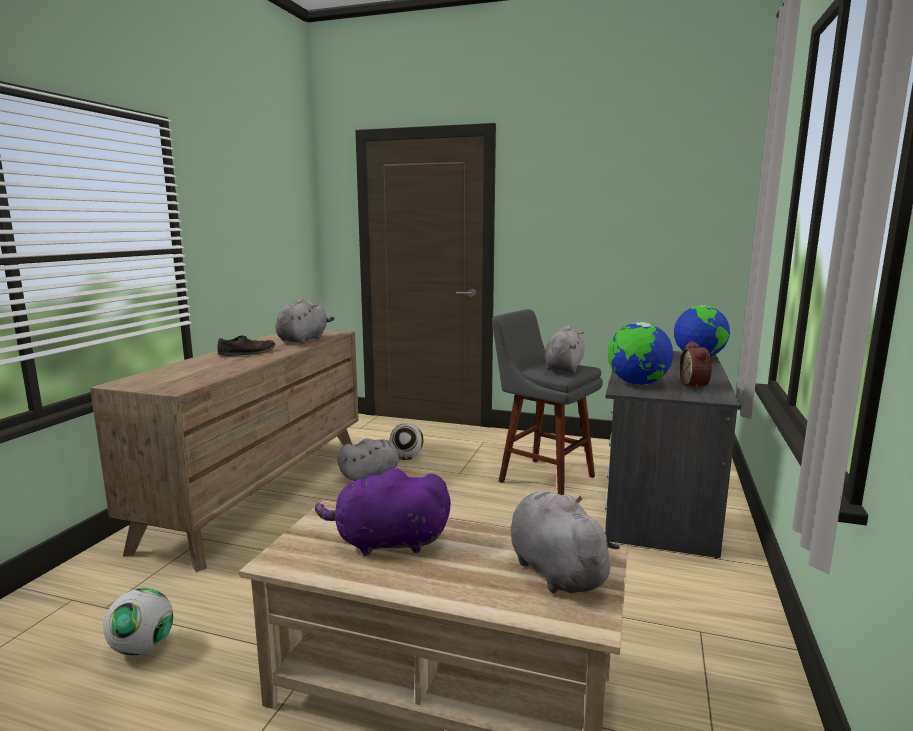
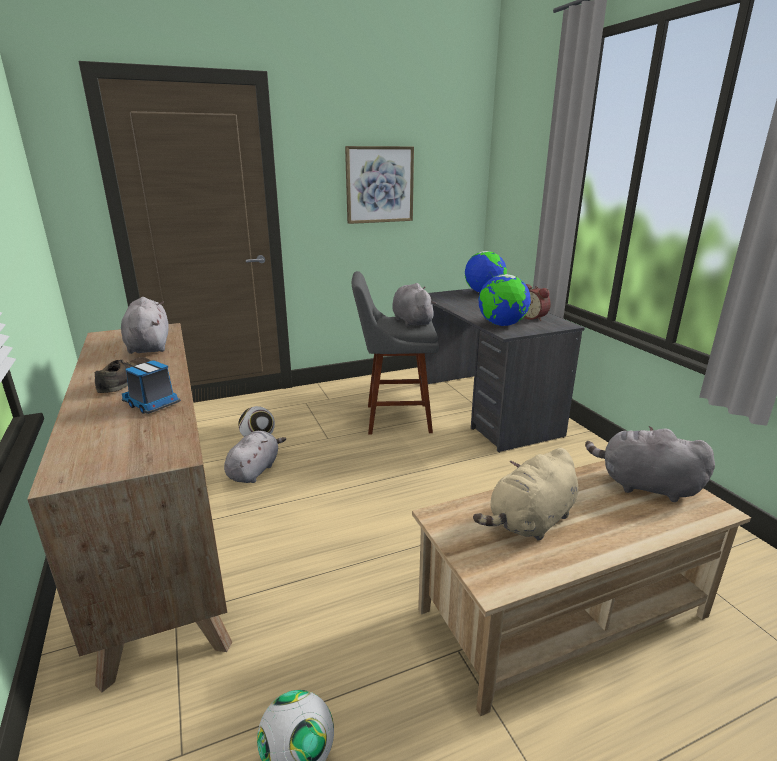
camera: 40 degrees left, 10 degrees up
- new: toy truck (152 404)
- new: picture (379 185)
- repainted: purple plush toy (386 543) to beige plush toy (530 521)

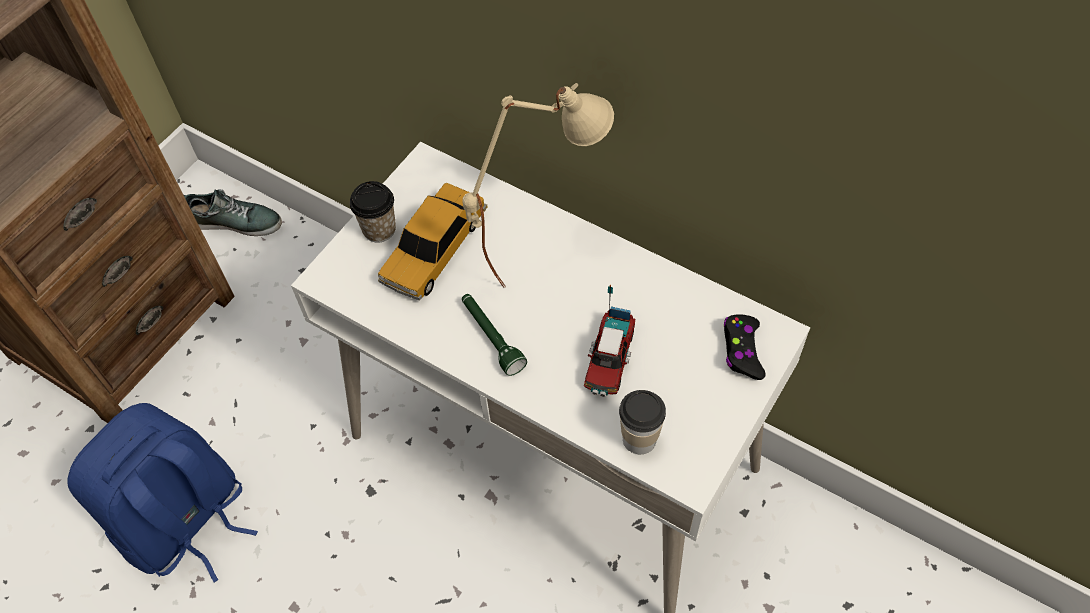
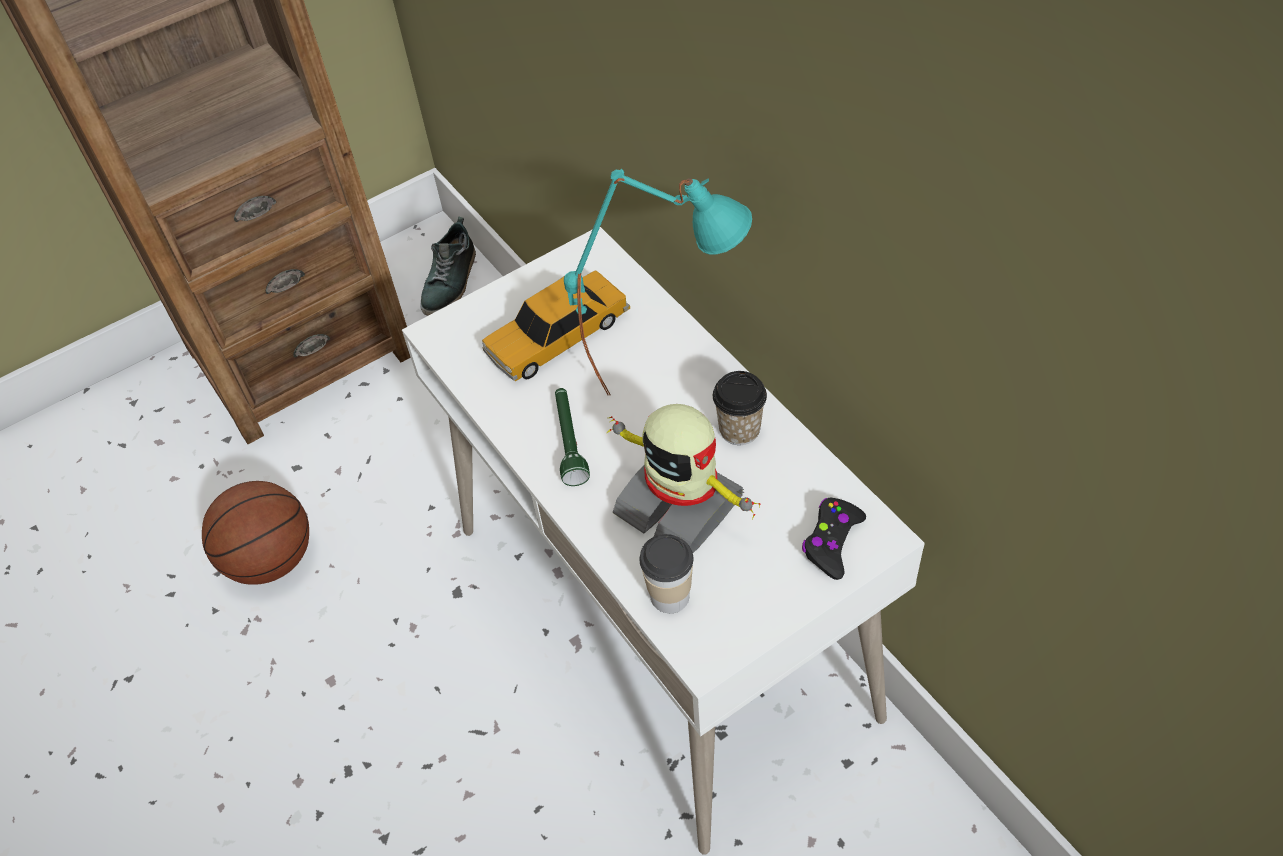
camera: 25 degrees right, 5 degrees down
- shifted: cup (379 229) to (739 430)
- swapped: blue backpack (186 522) to basketball (270 560)
- swapped: toy truck (609 359) to toy robot (680 503)
- repainted: beige table lamp (541 252) to turquoise table lamp (665 371)
- rotated: shoe (236 221) = (451 281) 75 degrees clockwise

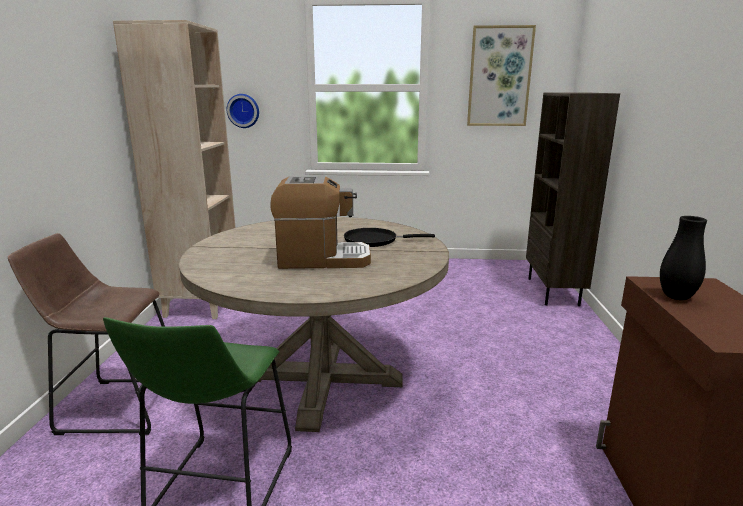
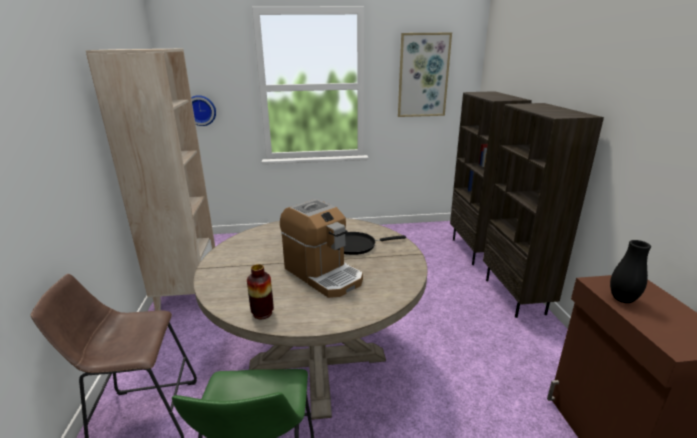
camera: 10 degrees left, 5 degrees up
- new: vase (262 313)
- new: brown bookcase (515 296)
- rotated: coffee machine (322 259) = (323 274) 60 degrees clockwise

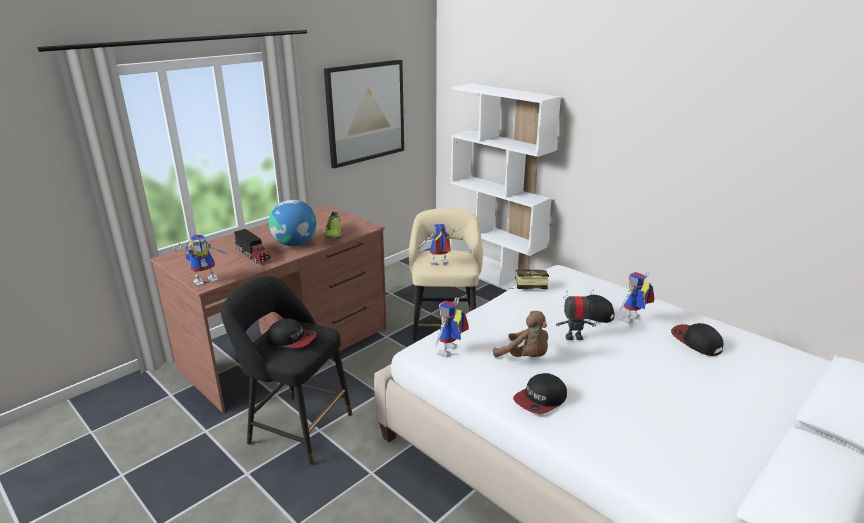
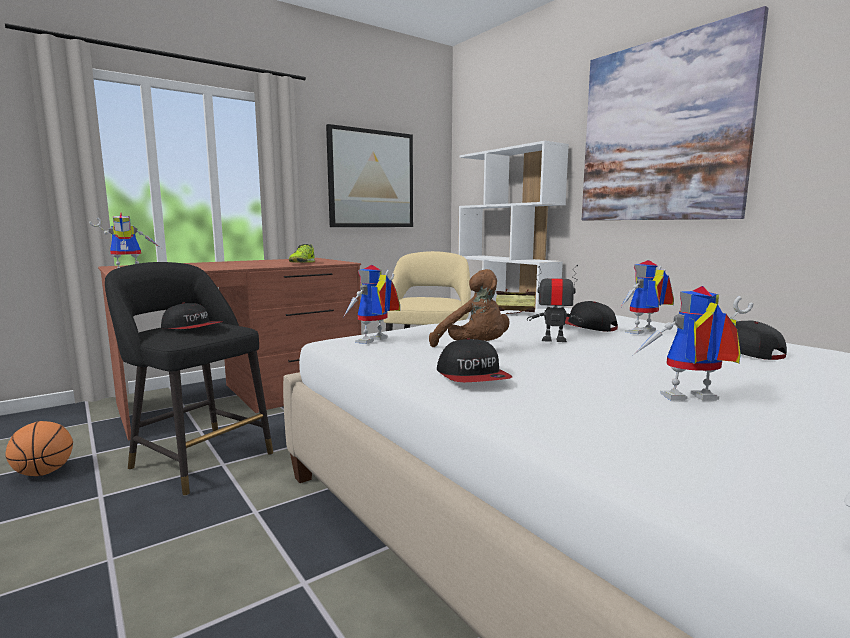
camera: 10 degrees right, 15 degrees down
- gone: toy truck (254 255)
- gone: globe (295 243)
- new: basketball (44 473)
- new: picture (661 131)
- shifted: toy robot (438 264) to (688 400)
- rotated: cap (540 399) = (473 377) 75 degrees counterclockwise

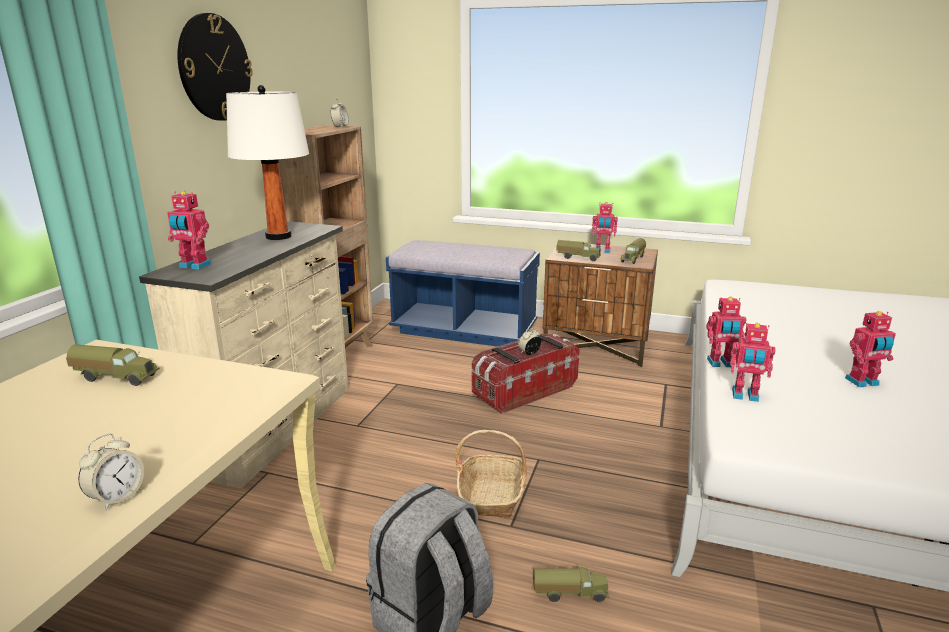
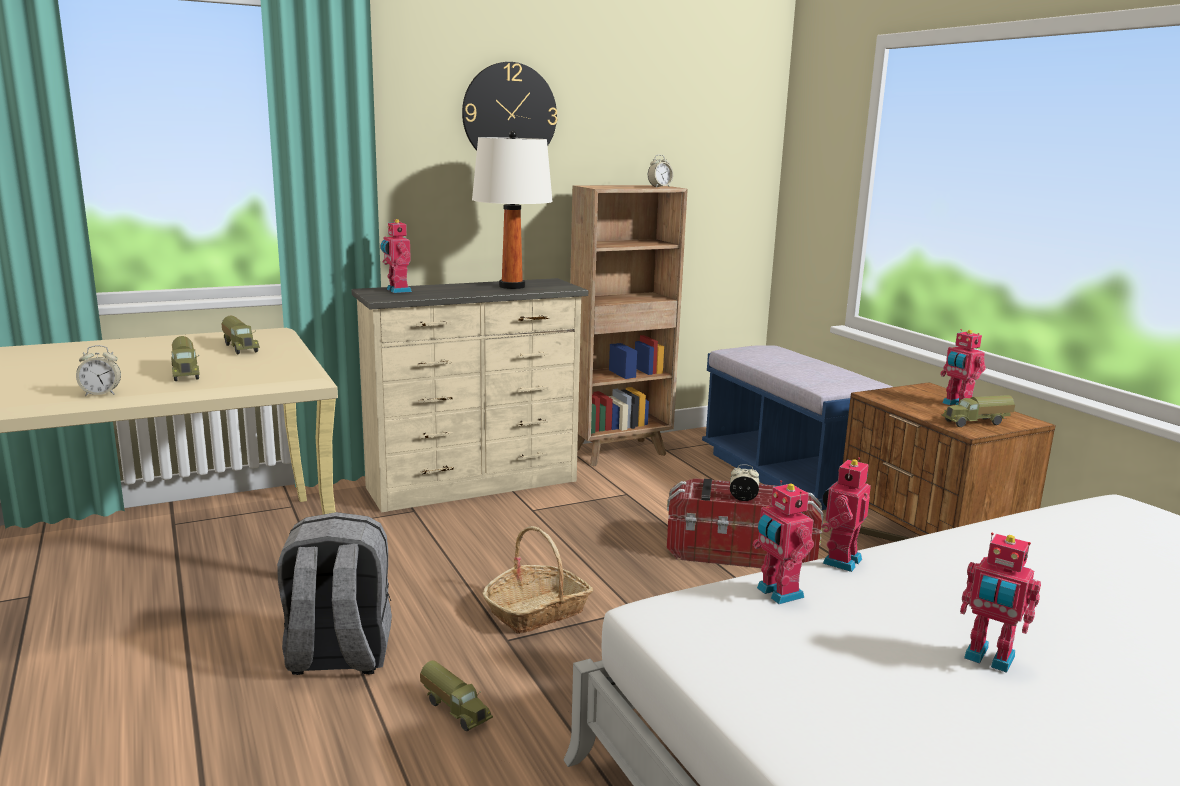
camera: 45 degrees right, 5 degrees down
- shifted: toy truck (578 258) to (186 372)
- rotated: toy robot (720 363) = (839 560) 75 degrees clockwise

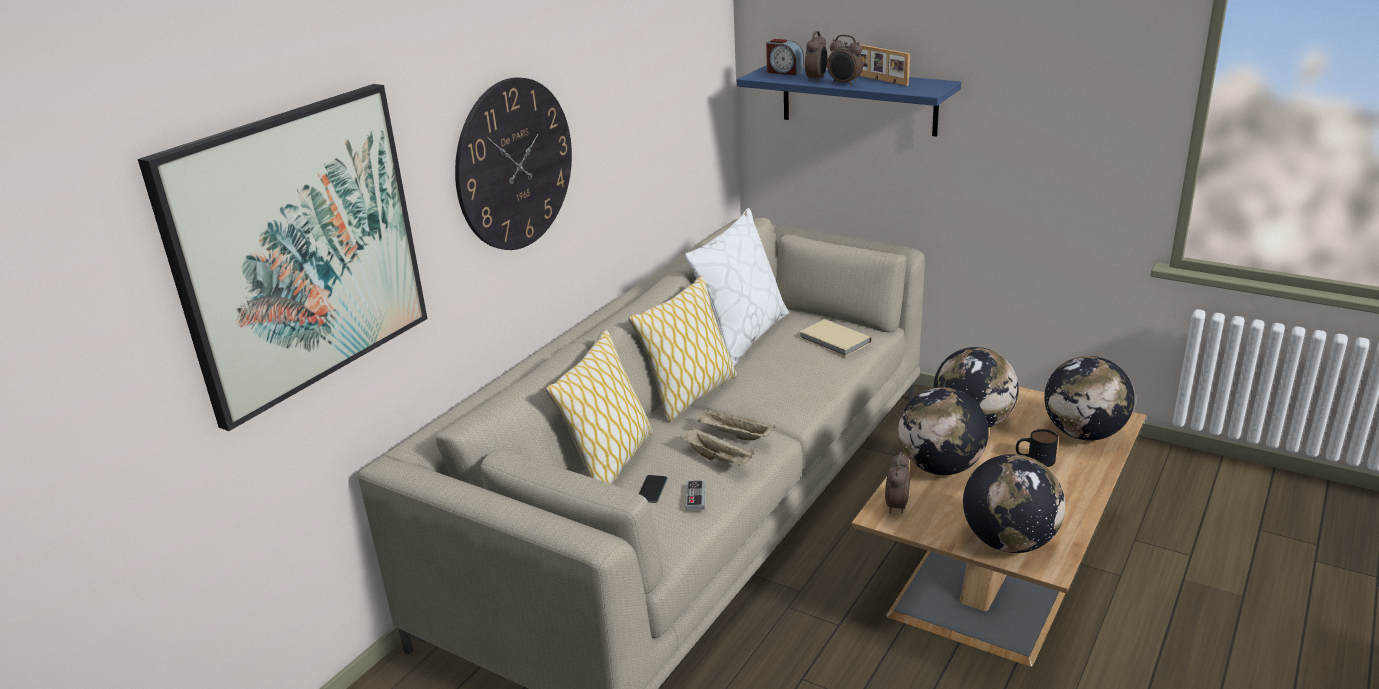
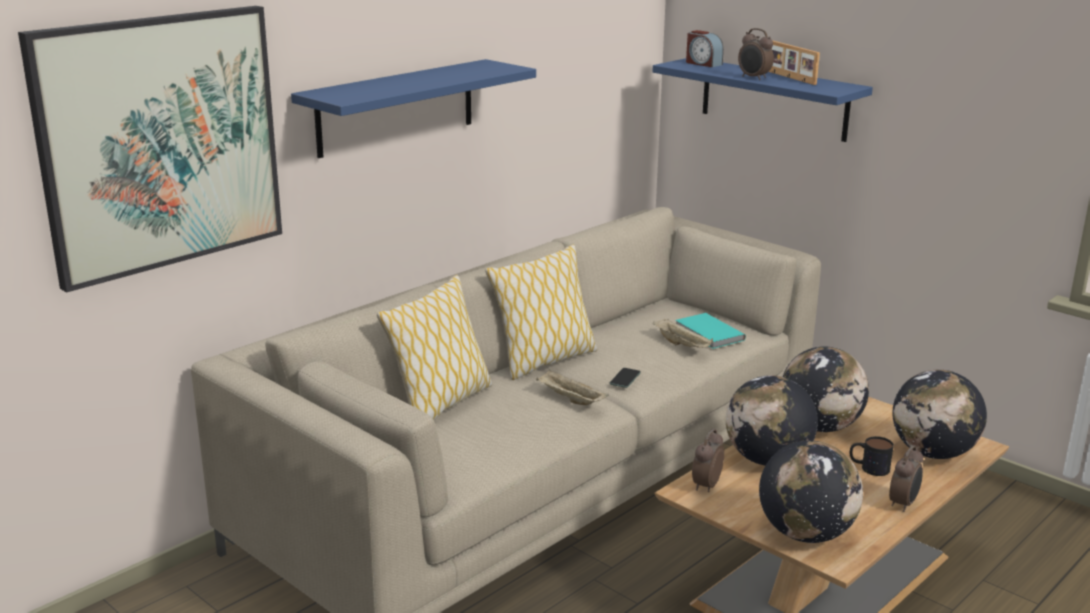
camera: 10 degrees right, 5 degrees down
- gone: white pillow (741 336)
- gone: game controller (695 497)
- shifted: phone (652 489) to (625 378)
- shifted: beige tray (718 459) to (682 345)
- shifted: alarm clock (816 79) to (903 504)
- swapped: wall clock (515 164) to blue shelf (396 107)
- repainted: beige book (834 341) to turquoise book (708 334)

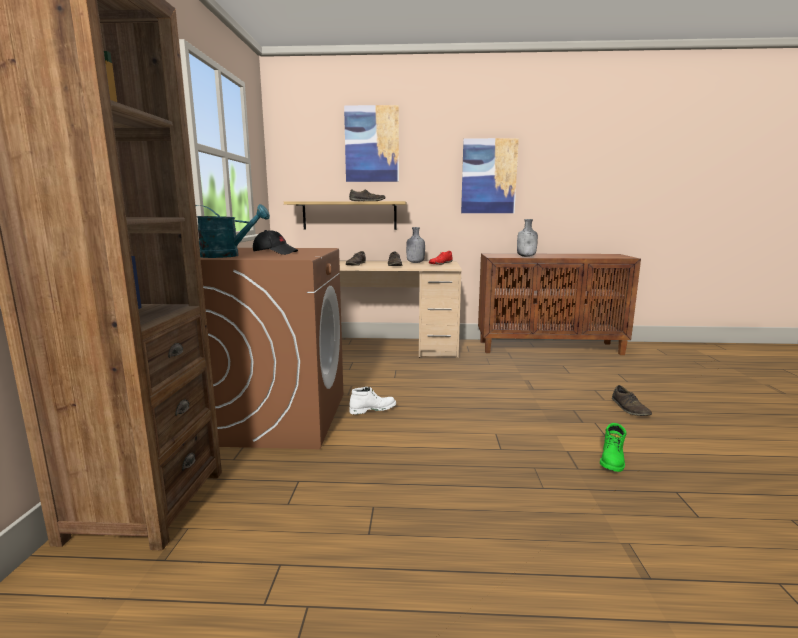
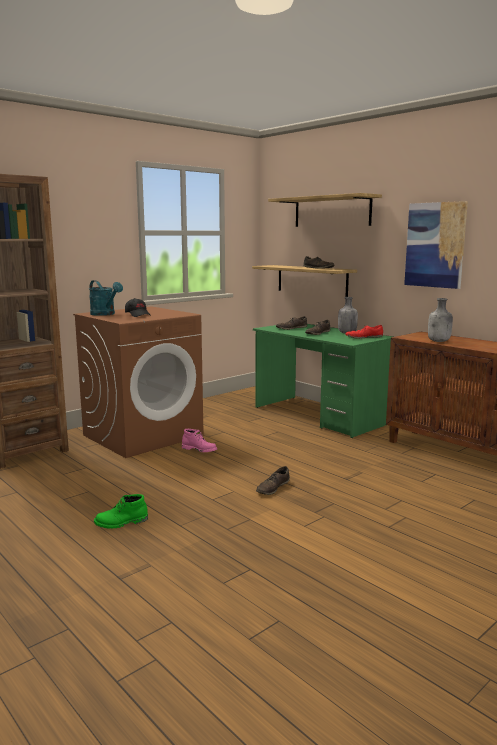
camera: 45 degrees right, 0 degrees up
- shifted: green boot (612 460) to (121 523)
- shifted: brown shoe (630 408) to (273 488)
- swapped: picture (372 144) to shelf (332 211)
- repainted: beige desk (393 348) to green desk (319 415)
- repainted: white boot (373 409) to pink boot (199 450)

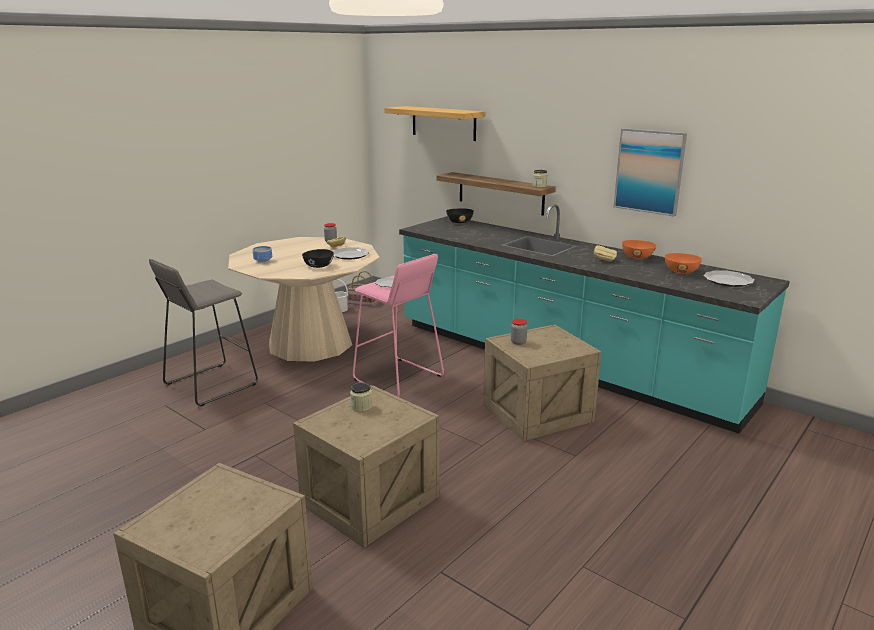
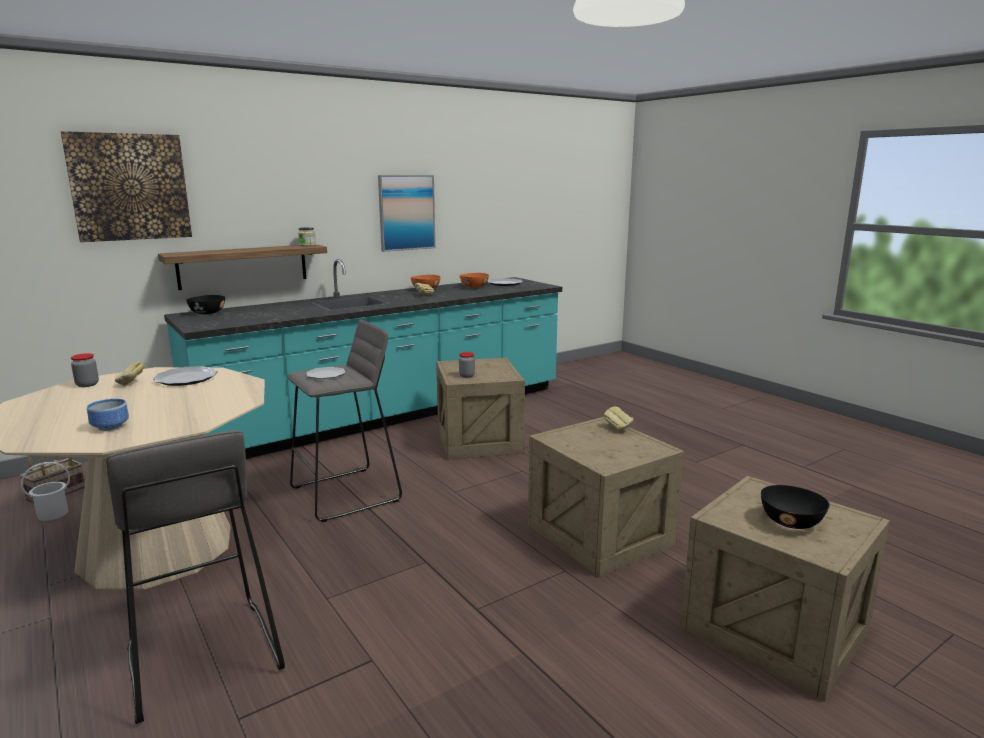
camera: 75 degrees left, 5 degrees down
- gone: jar (361 406)
- new: bread (618 428)
- shifted: black bowl (318 266) to (791 522)
- swapped: shelf (443 123) to picture (129 187)
- repainted: pink stool (397 378) to grey stool (346 494)

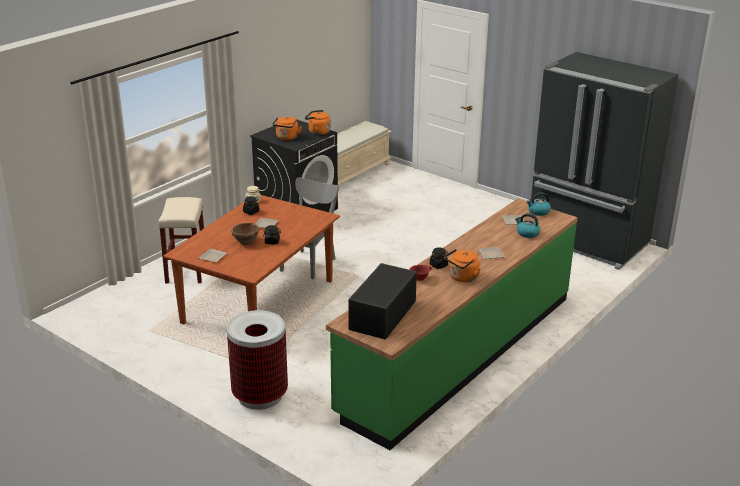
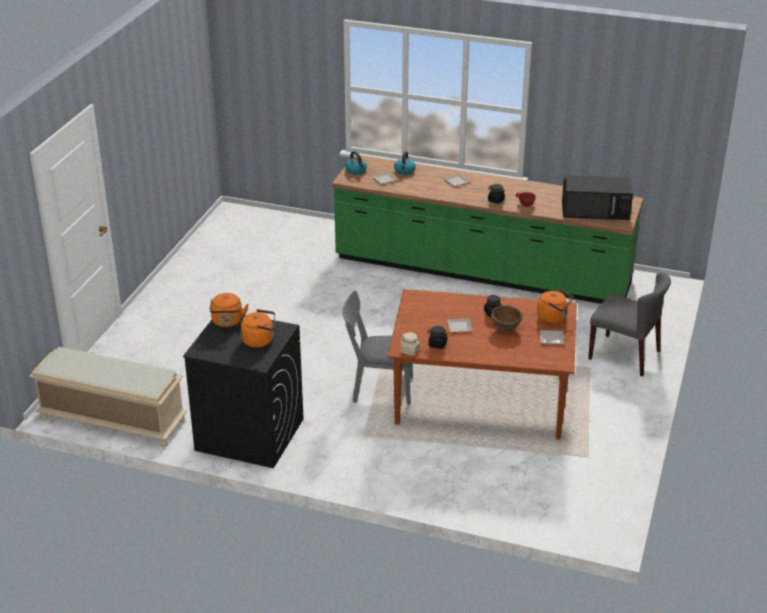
camera: 110 degrees left, 5 degrees up
- gone: beige stool (186 271)
- gone: black fridge (587 243)
- shifted: orange kettle (462 278) to (553 318)
- swapped: trash can (259 395) to grey chair (625 355)

